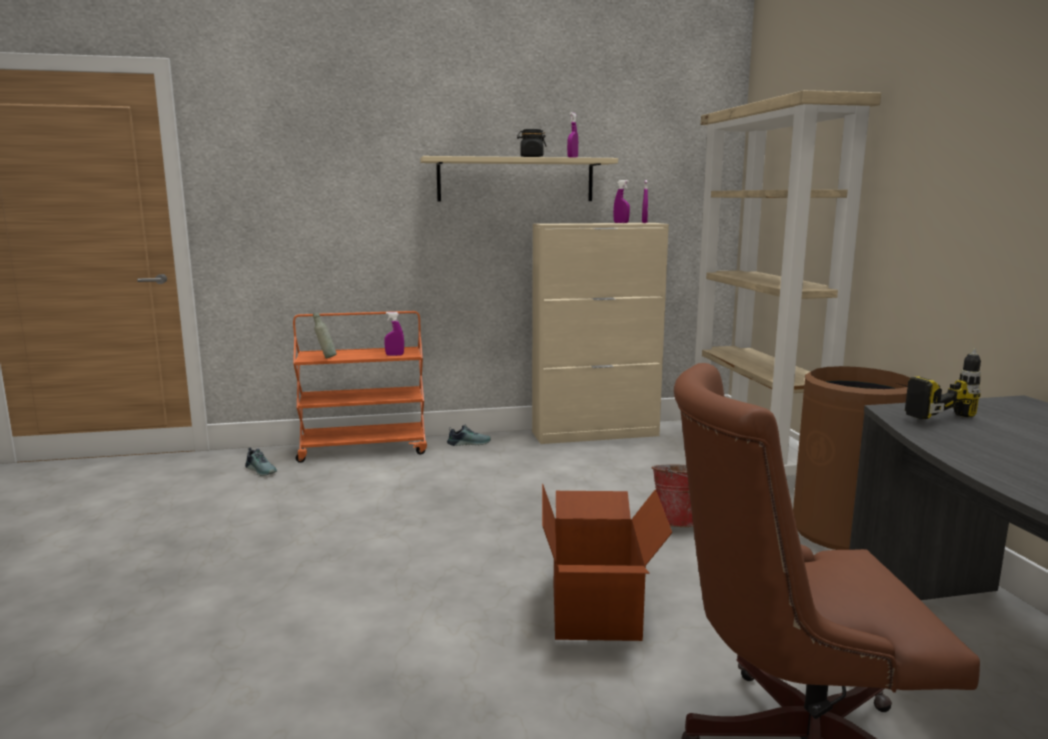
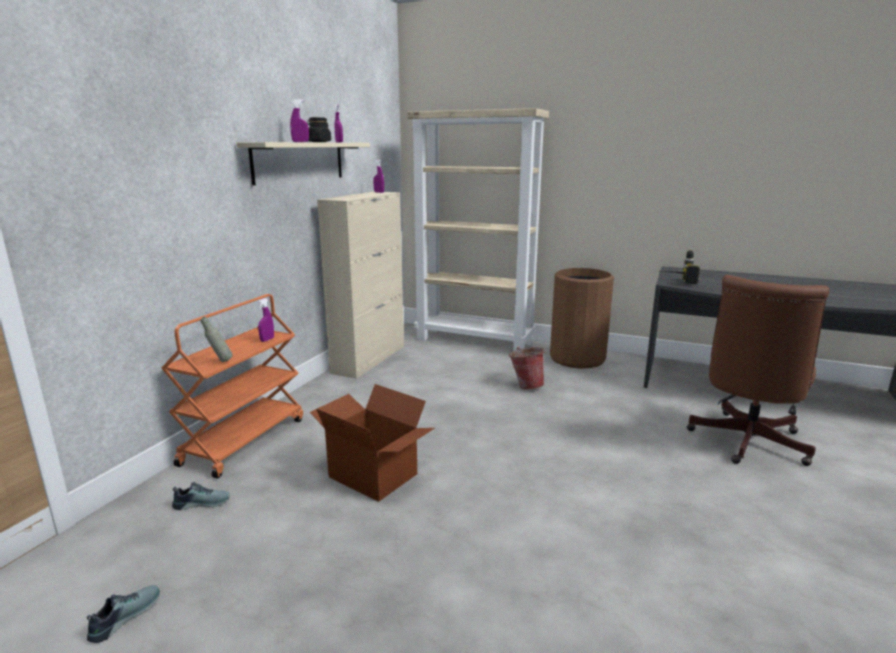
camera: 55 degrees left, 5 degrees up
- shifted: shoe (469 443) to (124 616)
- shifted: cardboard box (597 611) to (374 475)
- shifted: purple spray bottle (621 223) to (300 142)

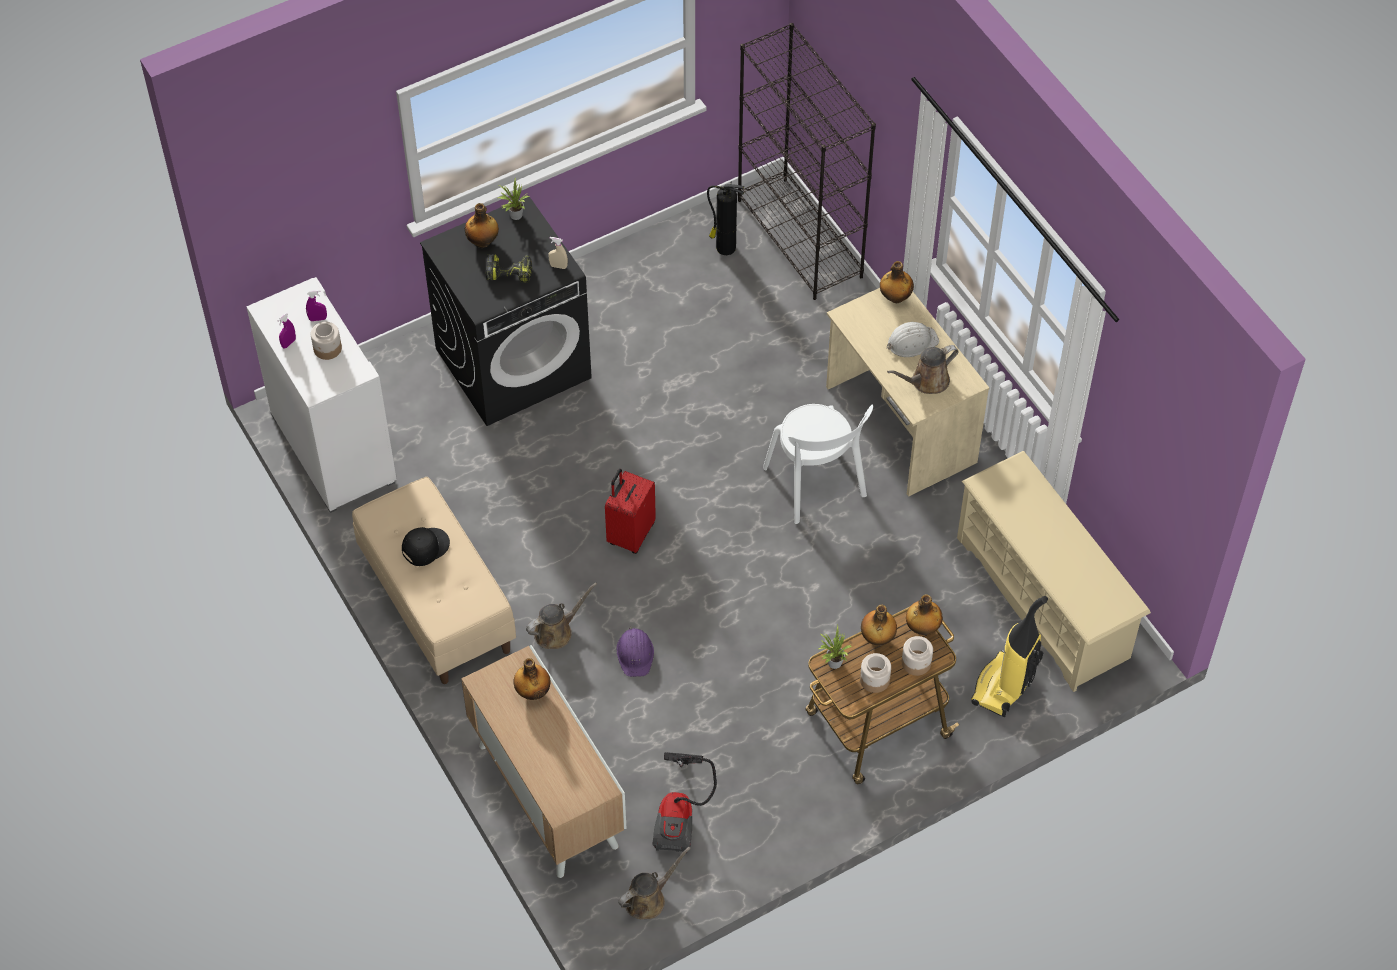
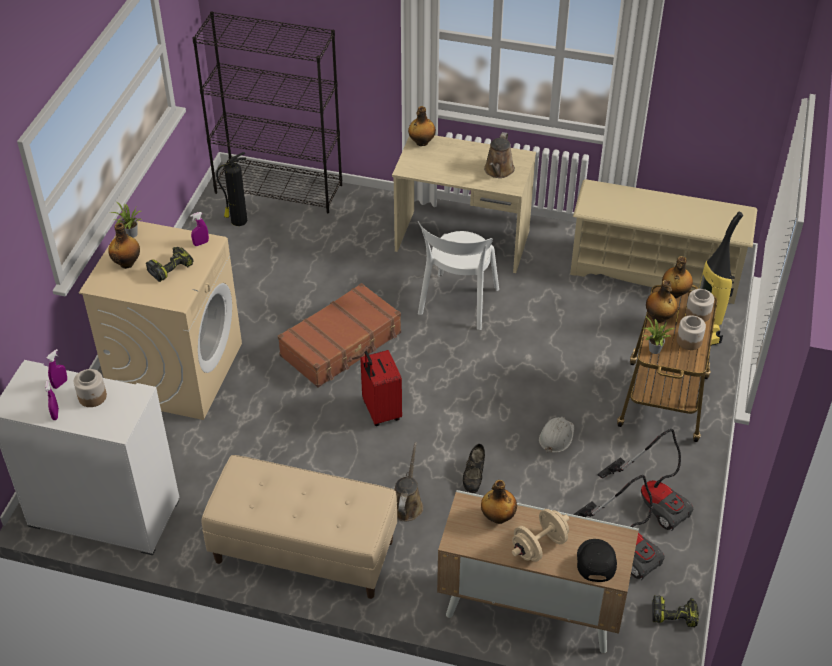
camera: 45 degrees left, 10 degrees down
- new: brown suitcase (342 345)
- new: beige dumbbell (539 546)
- new: vacuum cleaner (654 499)
- shifted: black cap (425 546) to (595 561)
- shifted: white hard hat (912 342) to (556 436)
- swapped: purple hard hat (635 654) to black shoe (474 476)
- swapped: brown watering can (648 899) to power drill (674 614)
- repainted: black washing machine (514 362) to beige washing machine (176 371)
- repainted: beige spray bottle (558 266) to purple spray bottle (201 243)
- rotated: white chair (816 485) = (457 304) 90 degrees clockwise

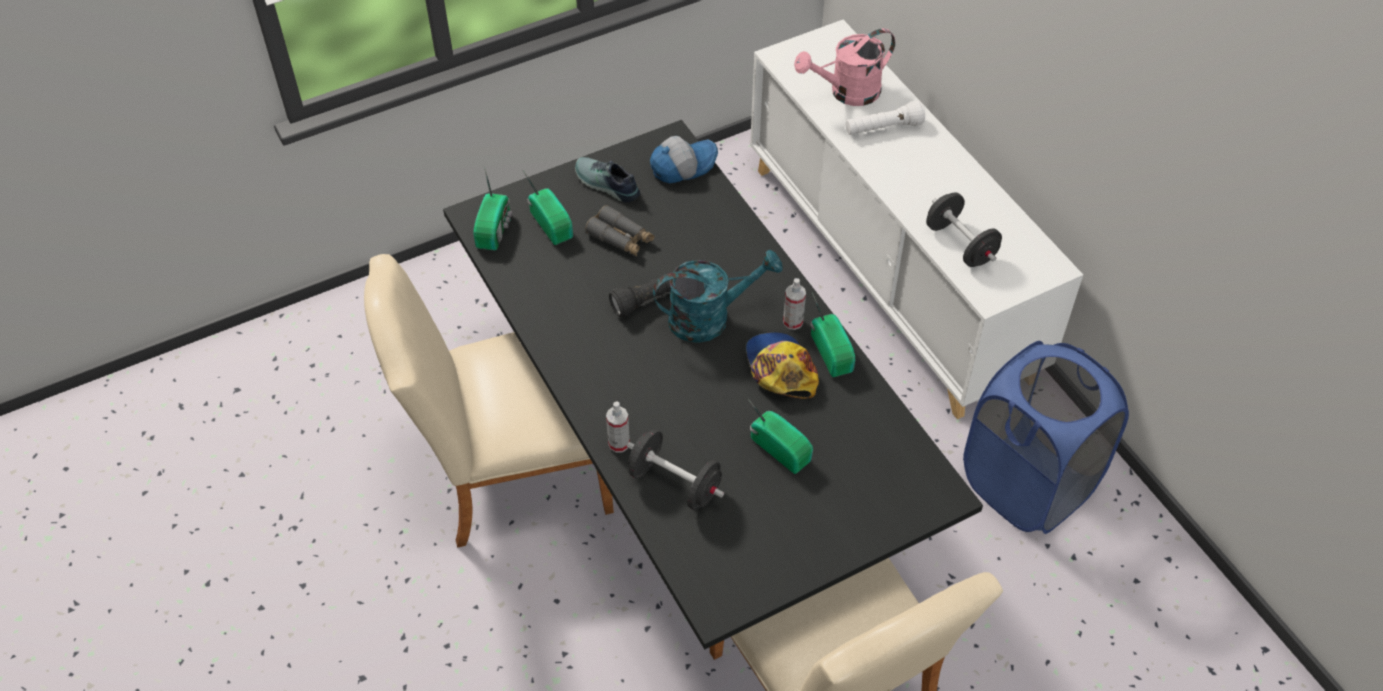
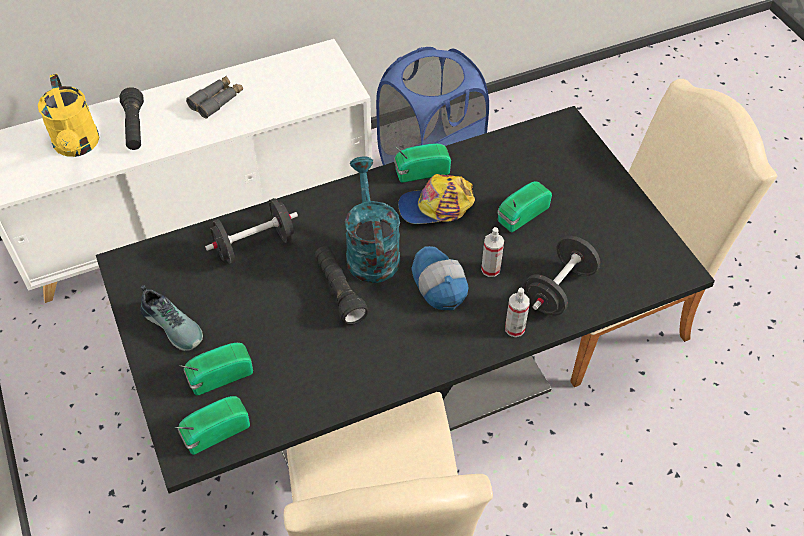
camera: 85 degrees left, 0 degrees up
- shifted: grey binoculars (621 238) to (217 101)
- shifted: cap (682 165) to (438 285)
- shifted: spray bottle (793 322) to (490 269)
- shifted: black dumbbell (960 244) to (254 245)
- repainted: pink watering can (847 93) to yellow watering can (77 146)
- repainted: white flashlight (883 129) to black flashlight (135 128)
- rotated: radio (495 229) = (214 432) 45 degrees counterclockwise
- rotated: shoe (606 185) = (174 324) 90 degrees counterclockwise

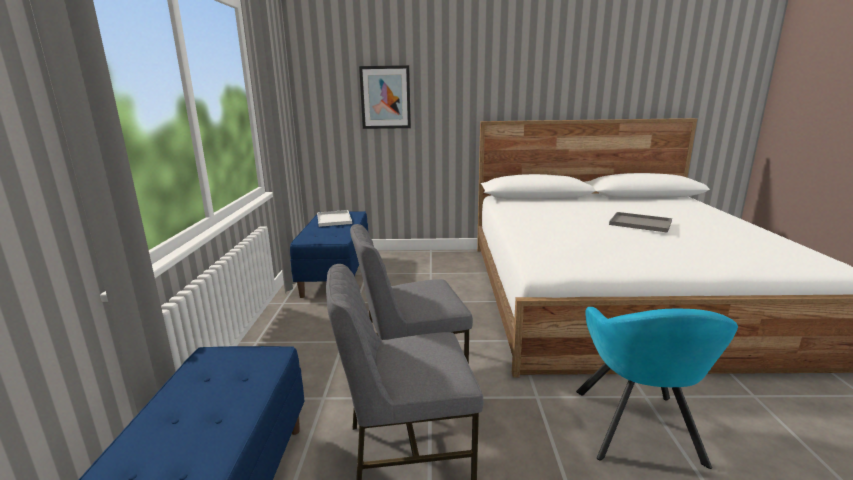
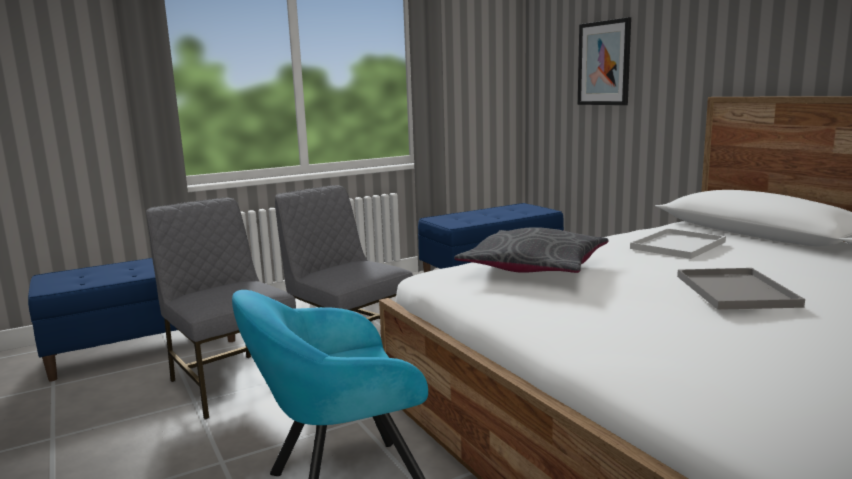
camera: 60 degrees right, 5 degrees down
- new: grey pillow (534 267)
- shifted: white tray (334 219) to (678 246)

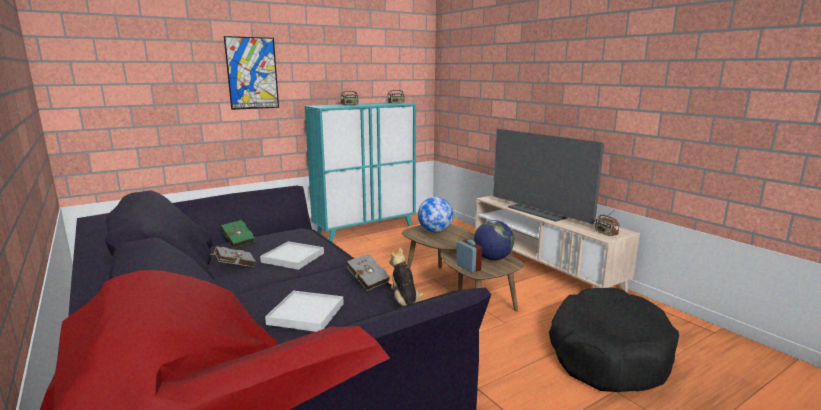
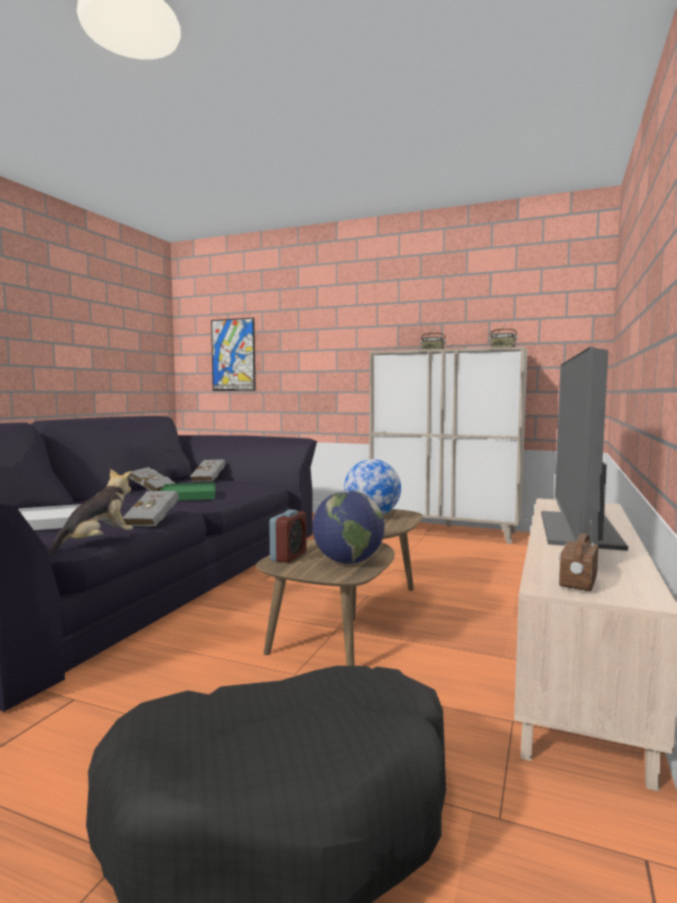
camera: 55 degrees right, 10 degrees down
- shifted: picture (252 73) to (233 355)
- repainted: green book (238 241) to grey book (209 479)
- repainted: white tray (293 258) to green tray (188 495)
- repainted: turquoise cabinet (365 229) to beige cabinet (444 531)

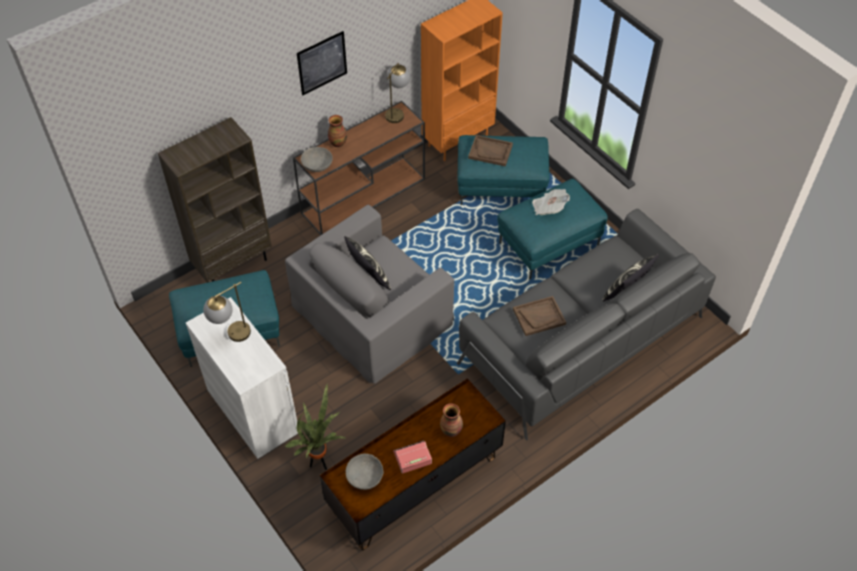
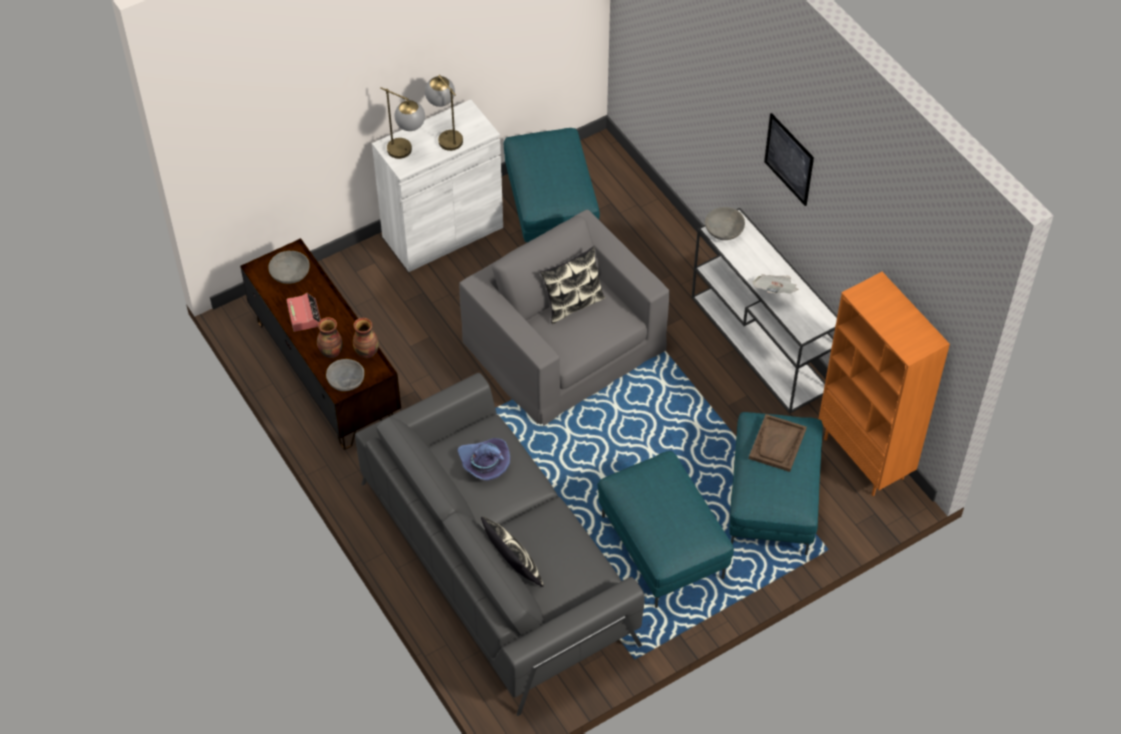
camera: 95 degrees right, 0 degrees up
- gone: brown bookcase (233 264)
- gone: potted plant (320 463)
- new: grey bowl (346 382)
- shifted: vase (338 143) to (367 352)
- shifted: table lamp (397 112) to (407 153)
- shifted: newspaper (549 208) to (775 291)
- swapped: brown tray (539 316) to purple hat (484 464)
- repainted: brown console table (364 195) to white console table (761 344)

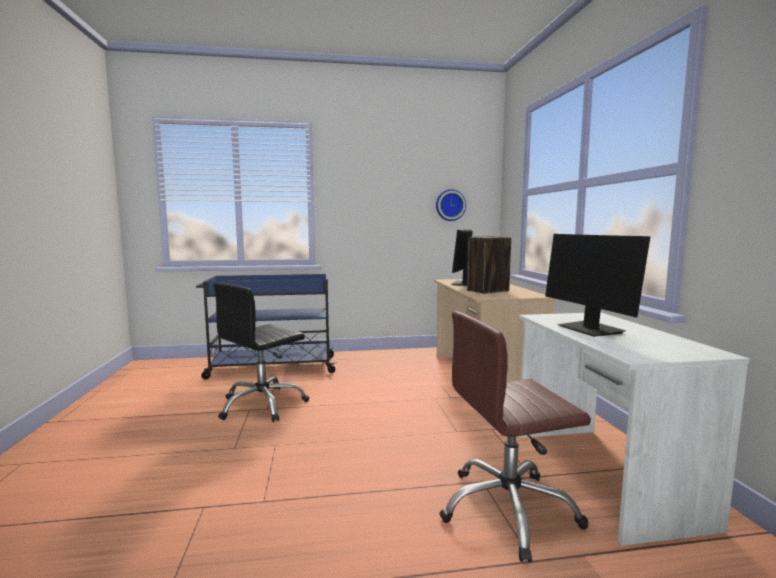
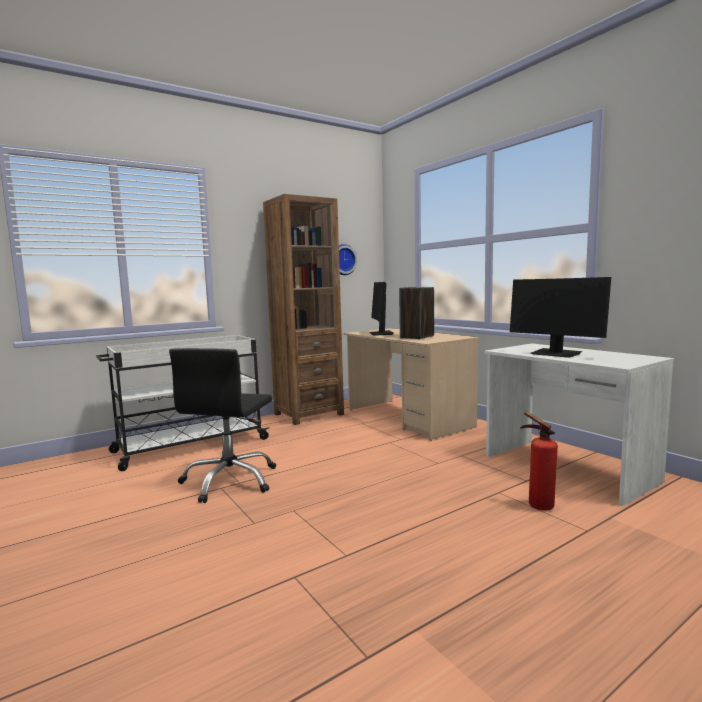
camera: 25 degrees left, 0 degrees up
- new: brown bookcase (308 414)
- swapped: brown office chair (508 510) to fire extinguisher (537 505)
- repainted: blue cart (271 367) to white cart (189 446)

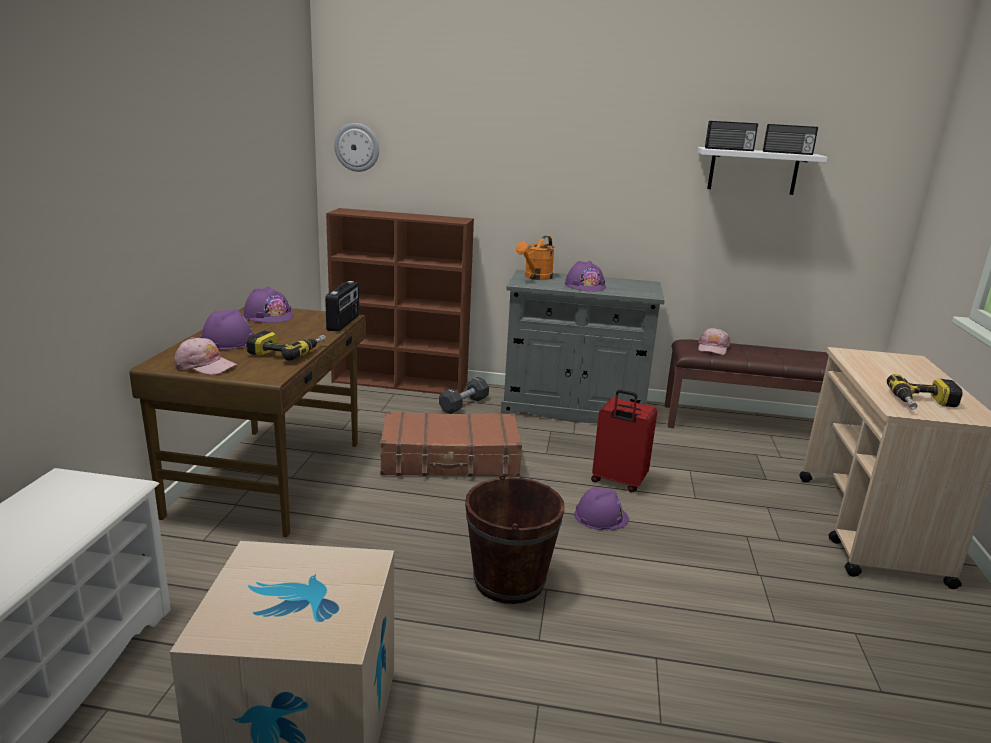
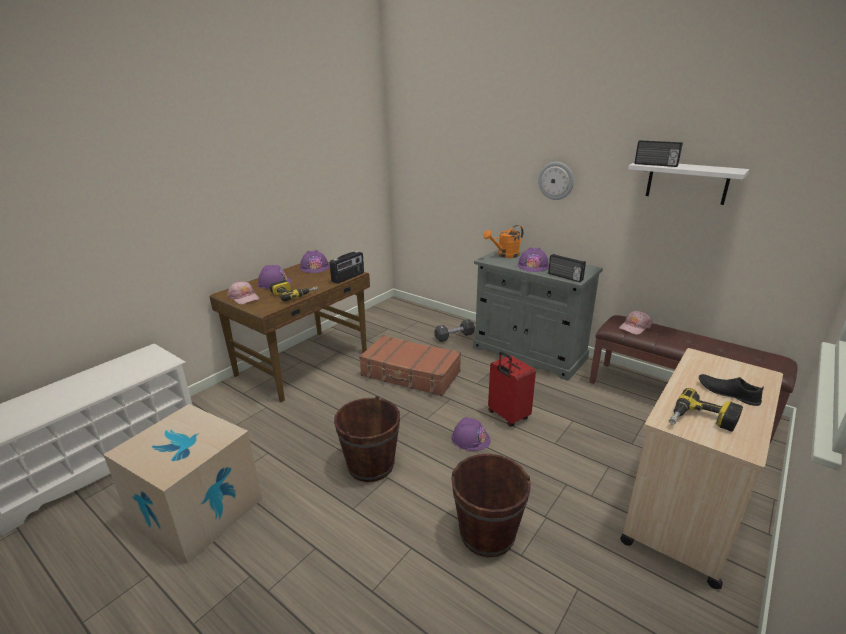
camera: 30 degrees right, 5 degrees up
- gone: brown bookcase (401 383)
- new: brown bucket (487 534)
- new: black shoe (727 393)
- shifted: wall clock (357 147) to (556 180)
- shifted: radio (787 153) to (565 277)

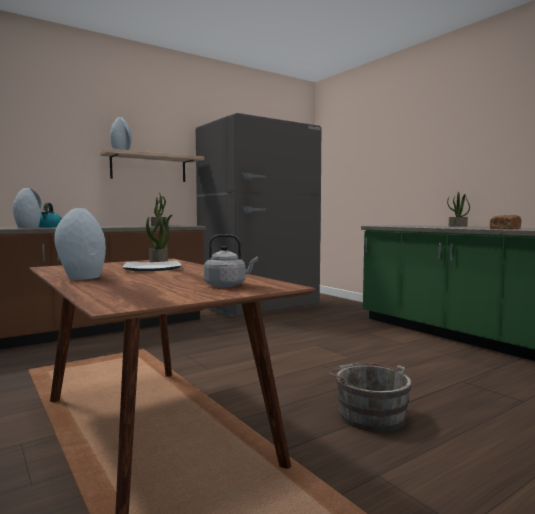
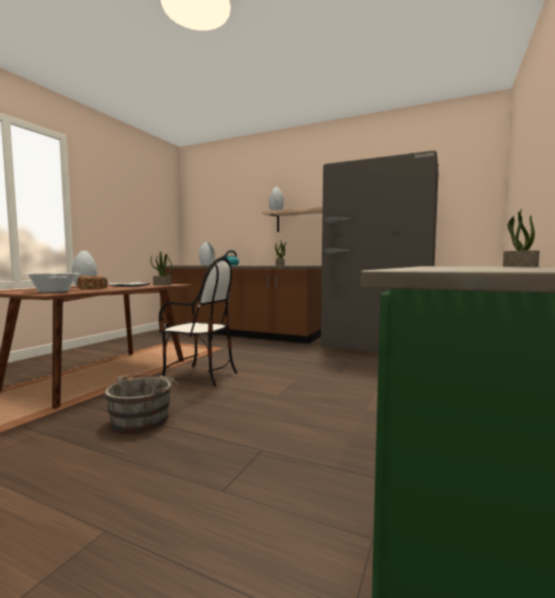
camera: 60 degrees right, 0 degrees up
- new: chair (200 376)
- shifted: bread (504 228) to (92 288)
- swapped: grey kettle (227 285) to cooking pot (54 291)

